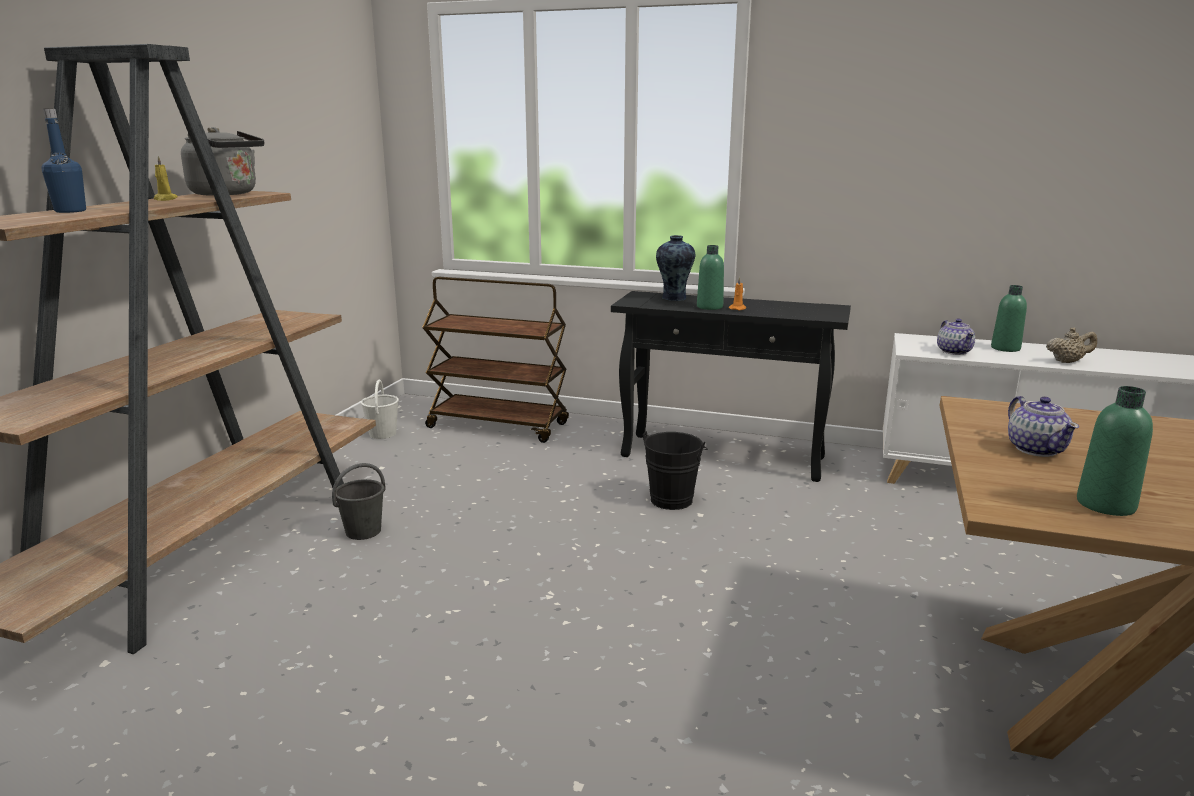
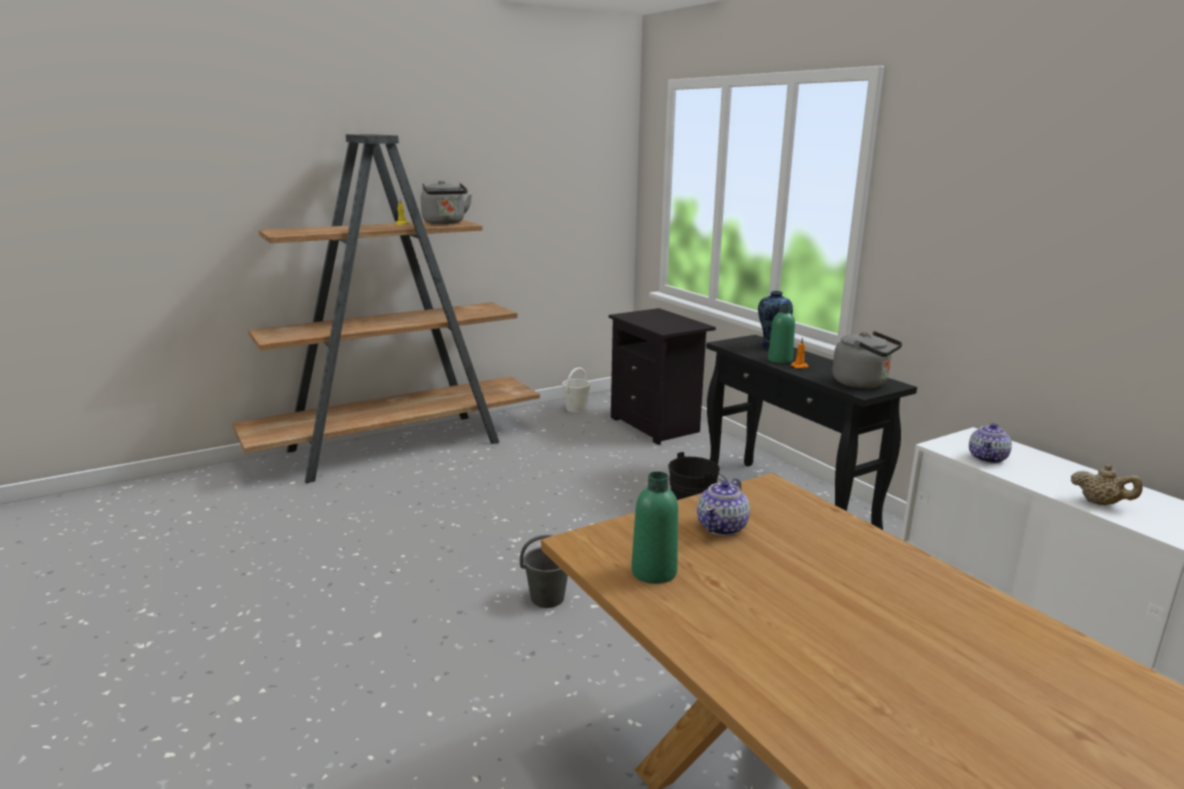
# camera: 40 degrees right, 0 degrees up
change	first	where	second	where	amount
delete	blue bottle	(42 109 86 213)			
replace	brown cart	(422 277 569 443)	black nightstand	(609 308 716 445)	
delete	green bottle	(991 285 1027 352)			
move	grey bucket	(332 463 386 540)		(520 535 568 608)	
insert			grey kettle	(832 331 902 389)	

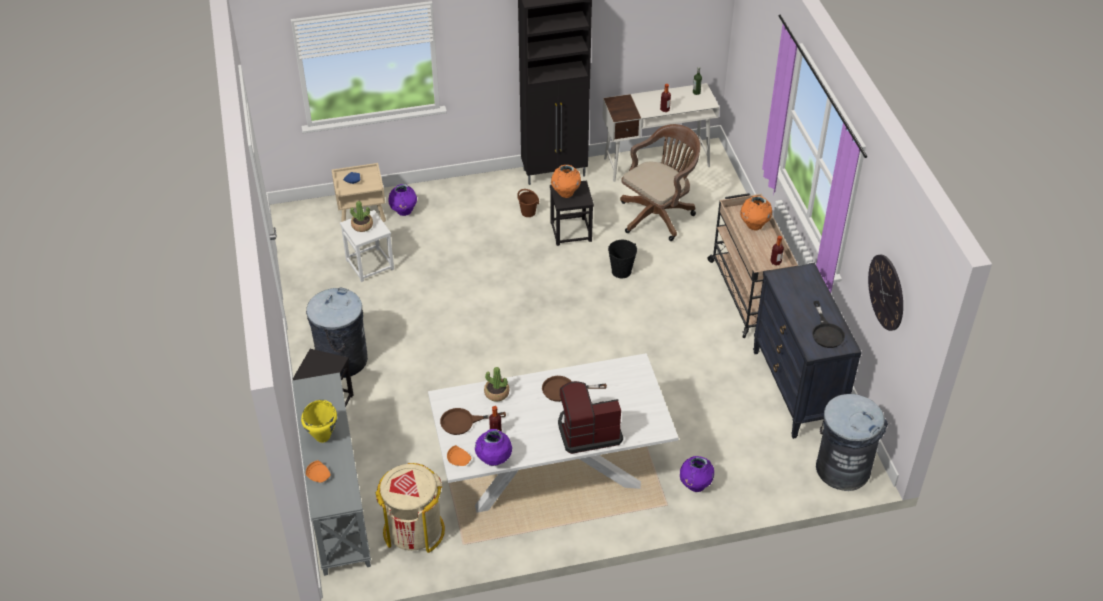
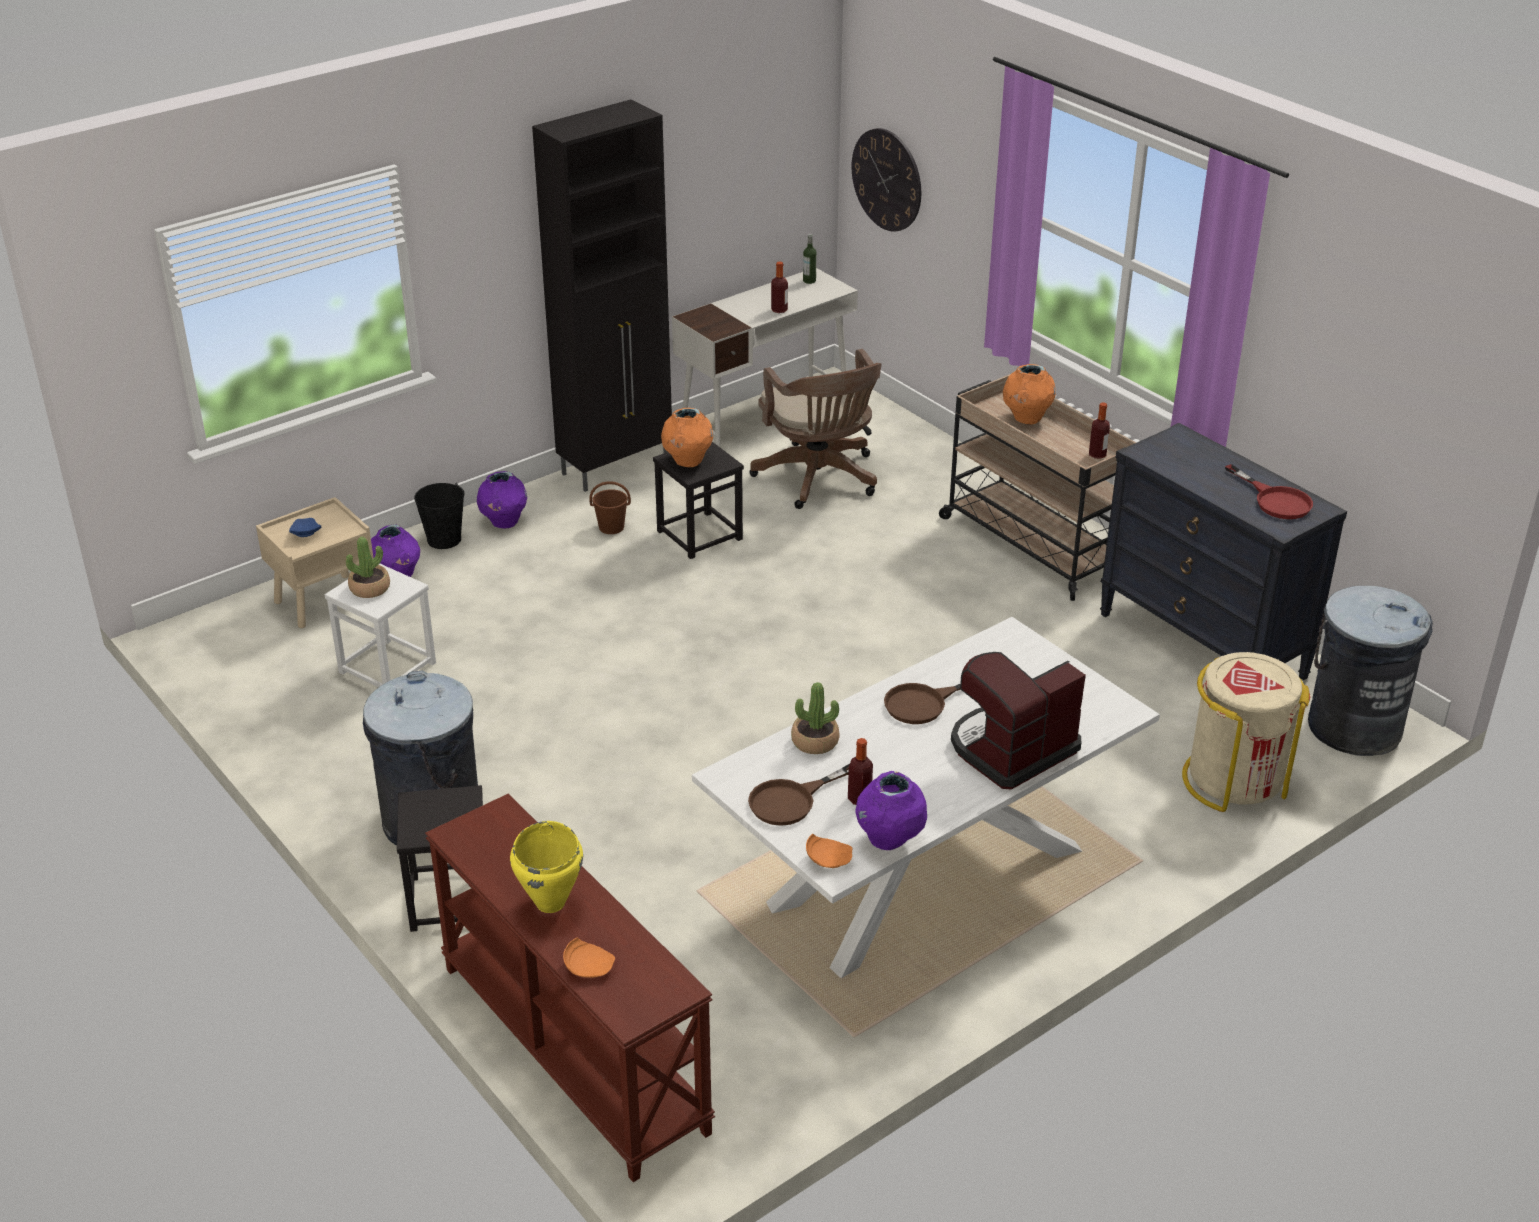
# camera: 25 degrees left, 10 degrees down
change	first	where	second	where	amount
rotate	brown office chair	(620 124 700 241)		(749 349 881 509)	135 degrees clockwise
move	black bucket	(608 240 637 278)		(414 483 464 549)	
move	wall clock	(868 255 903 331)		(852 128 921 232)	
recolor	black frying pan	(812 301 845 348)	red frying pan	(1225 464 1313 519)	
recolor	grey console table	(292 373 371 576)	brown console table	(425 794 715 1182)	
move	purple vase	(680 456 714 492)		(477 471 527 528)	
move	beige trash can	(375 463 445 553)		(1182 652 1310 812)	

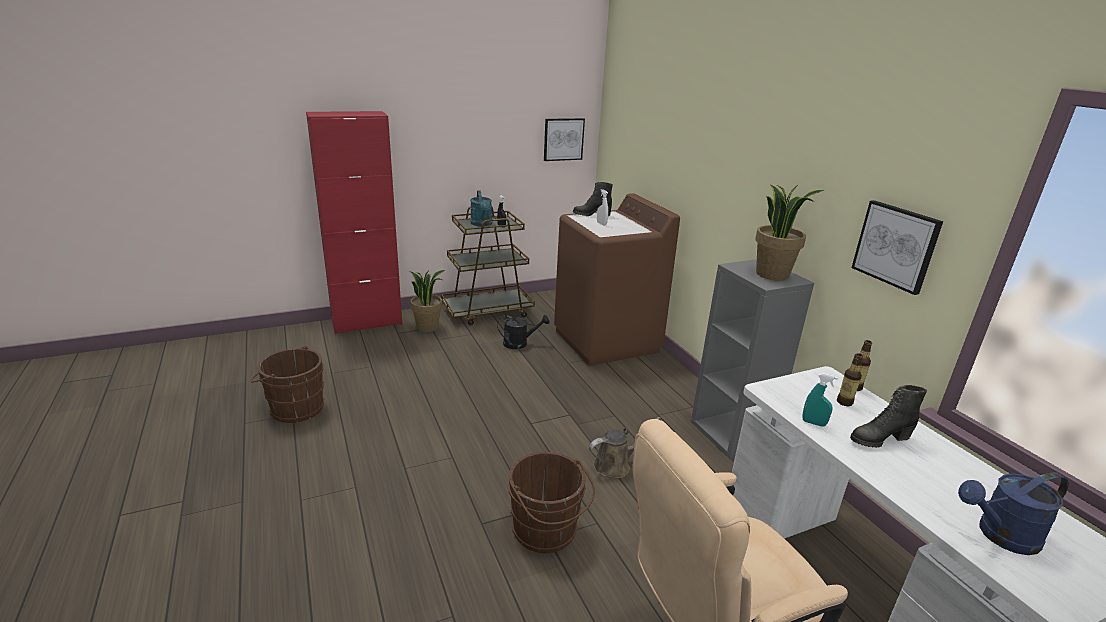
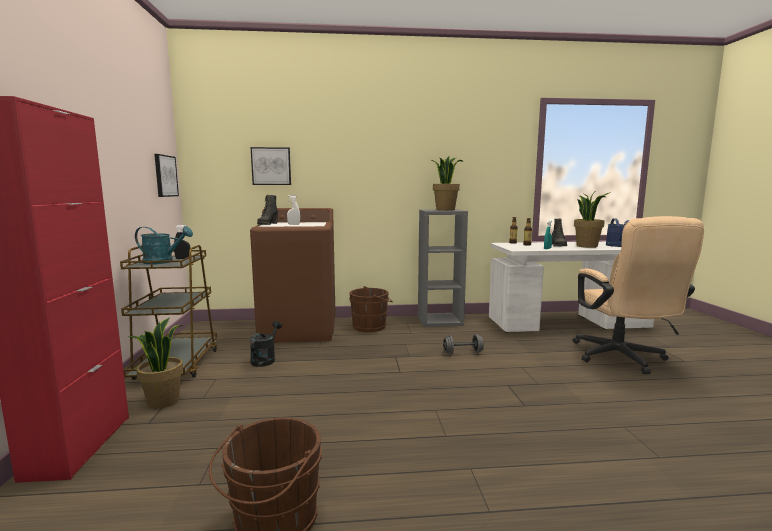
# camera: 70 degrees left, 15 degrees down
change	first	where	second	where	amount
move	picture	(851 200 943 295)		(251 147 291 185)	
replace	brown watering can	(589 417 661 478)	grey dumbbell	(443 334 484 355)	
move	brown bucket	(508 452 595 553)		(349 286 393 332)	
insert			potted plant	(574 192 611 248)	

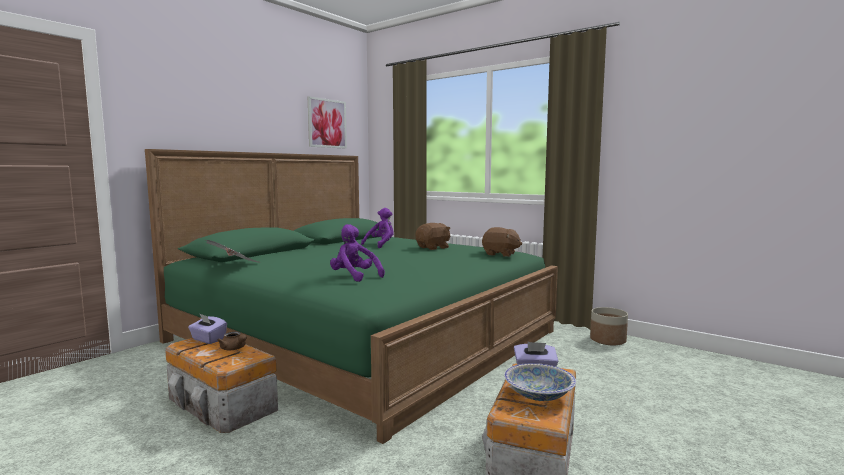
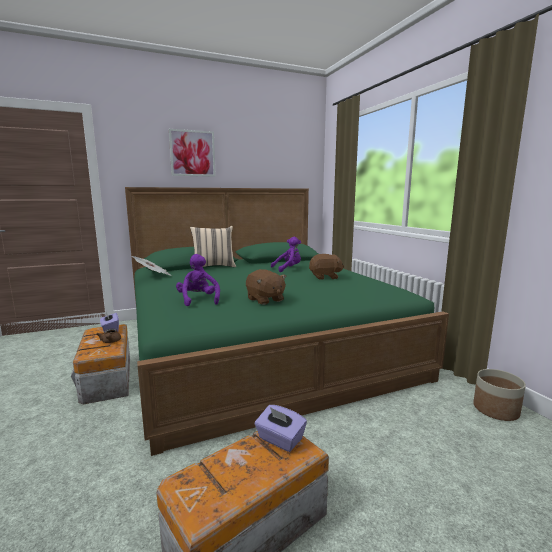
# camera: 30 degrees right, 5 degrees up
change	first	where	second	where	amount
move	picture	(308 96 347 149)		(169 129 216 177)	
move	brown plush toy	(482 227 522 257)		(246 269 286 305)	
delete	bowl	(504 363 576 401)			
insert			beige pillow	(190 226 236 270)	

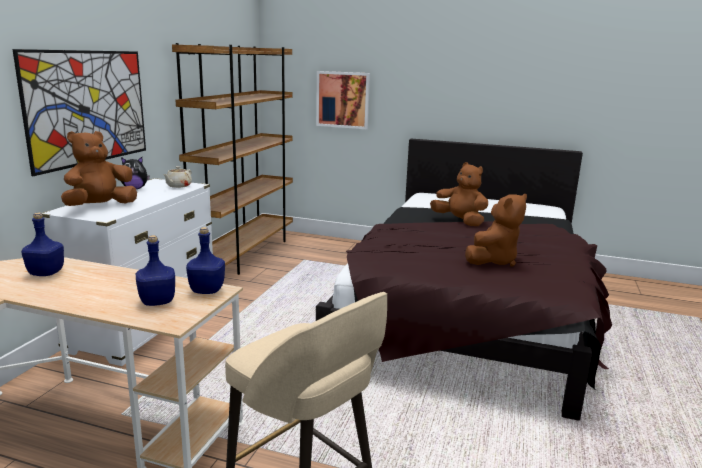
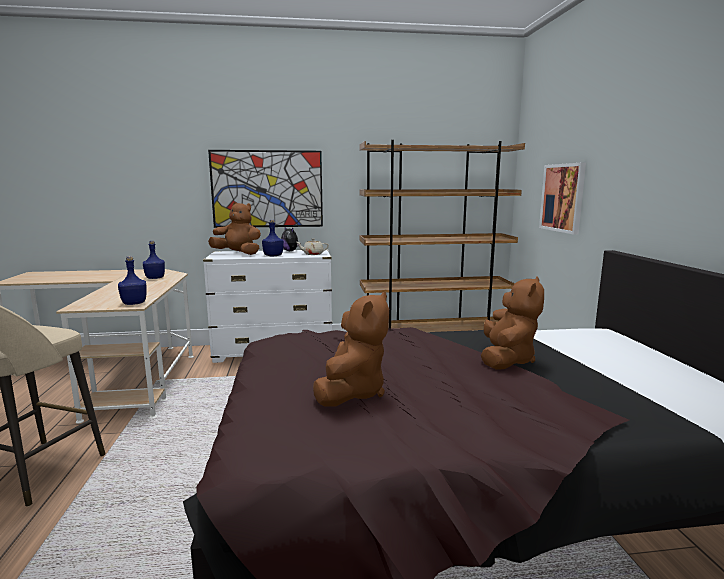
# camera: 65 degrees right, 5 degrees down
change	first	where	second	where	amount
rotate	brown plush toy	(465 194 527 267)		(313 292 389 407)	90 degrees counterclockwise
move	blue bottle	(136 235 175 306)		(262 220 284 256)	

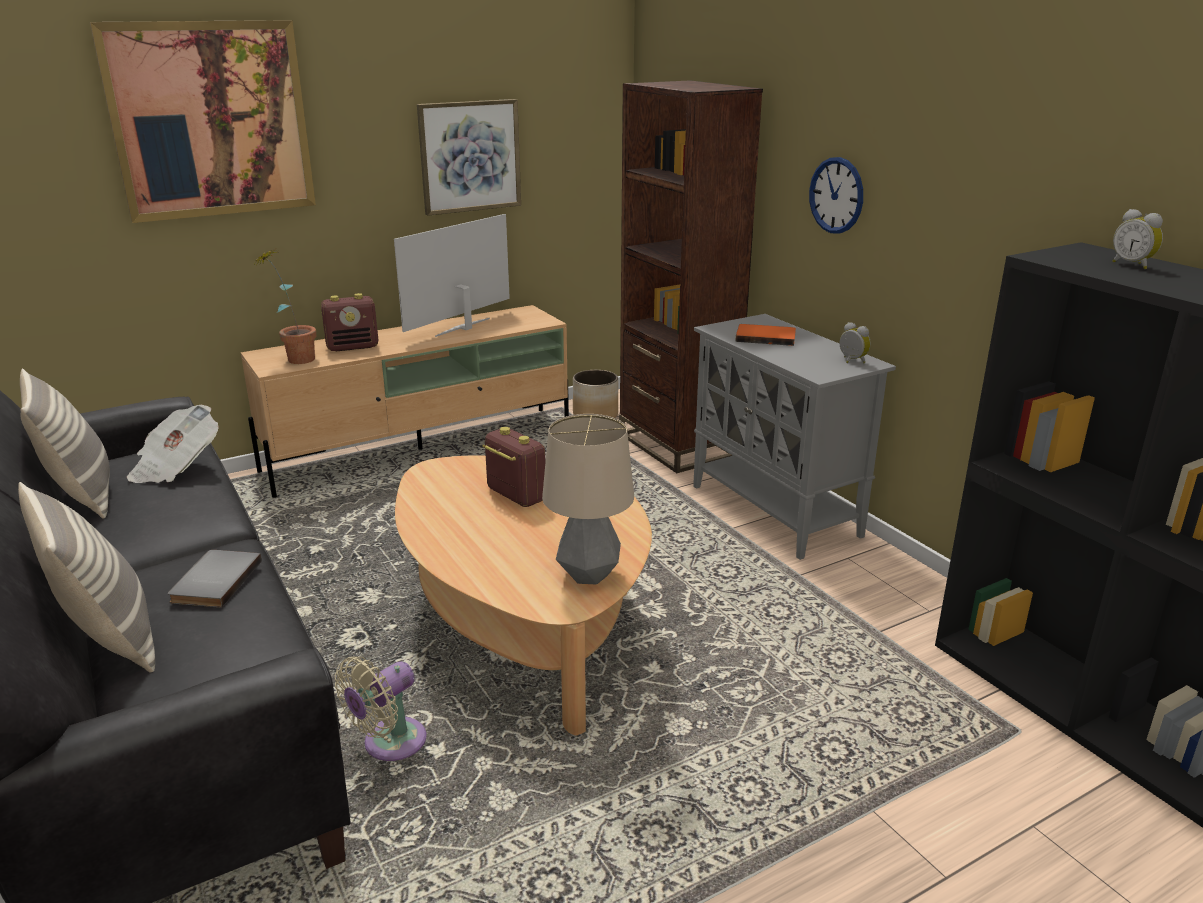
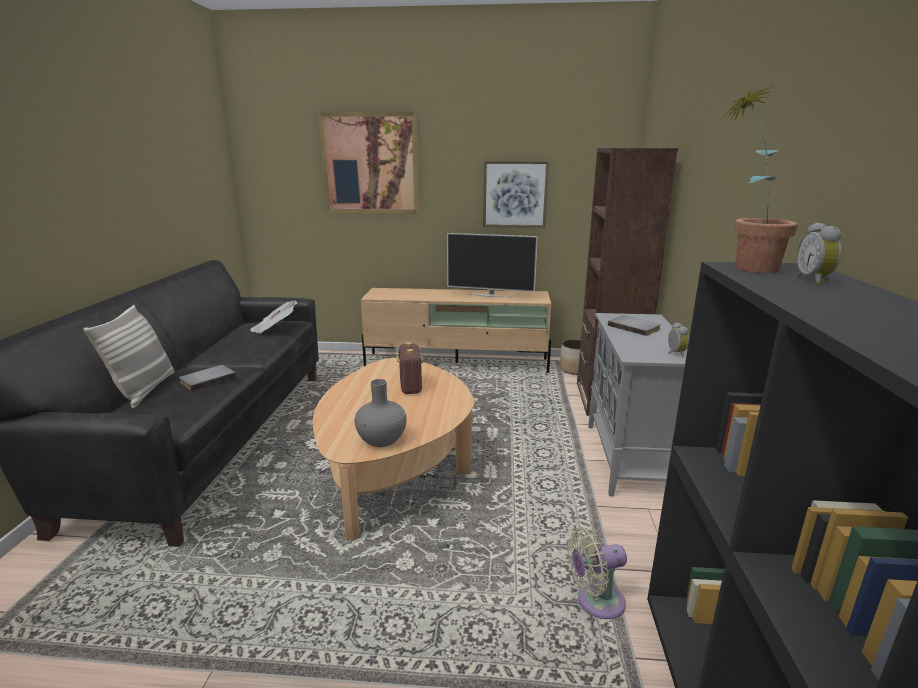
# camera: 35 degrees right, 5 degrees down
change	first	where	second	where	amount
delete	wall clock	(809 157 863 234)			
rotate	television	(394 214 510 337)		(447 233 538 297)	150 degrees counterclockwise
move	potted plant	(252 249 316 364)		(721 85 798 273)	
delete	radio	(321 293 378 352)			
recolor	orange book	(735 324 796 346)	grey book	(608 315 661 336)	
delete	pillow	(20 369 110 519)			
replace	table lamp	(542 414 634 584)	grey vase	(355 379 407 447)	
move	beige fan	(335 656 427 761)		(568 527 627 619)	

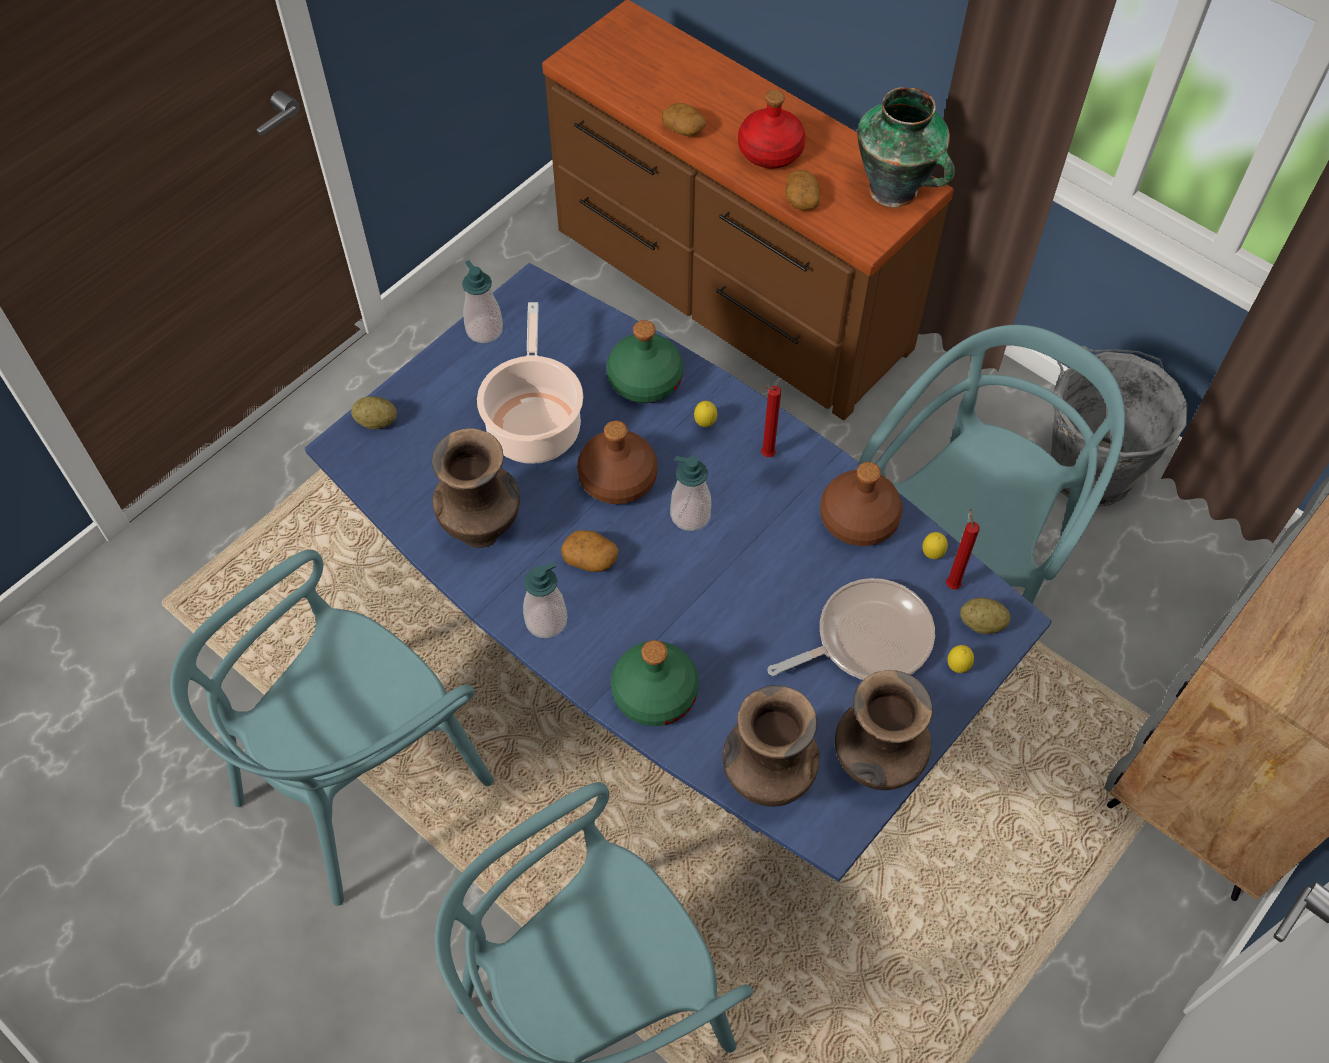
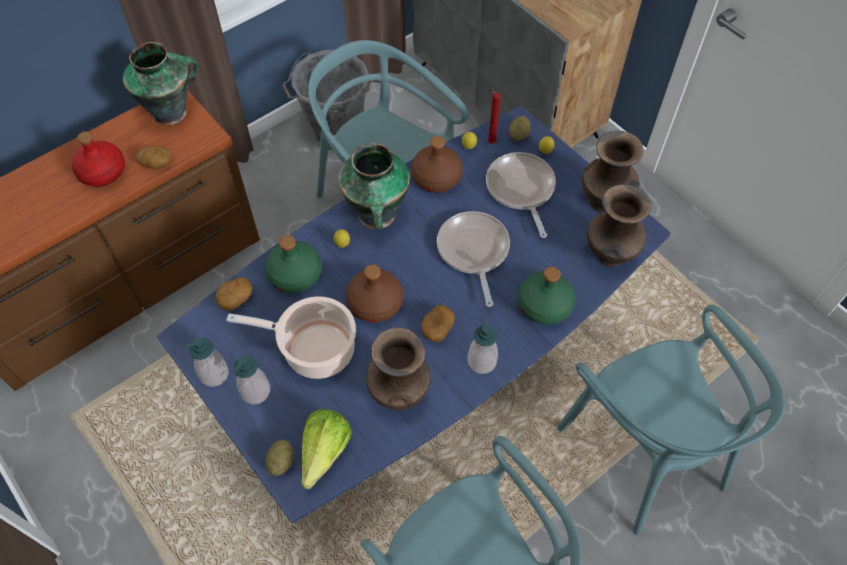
# camera: 80 degrees left, 0 degrees up
change	first	where	second	where	amount
move	potato	(662 103 706 136)		(215 277 252 311)	
replace	red candle	(761 386 781 457)	vase	(338 143 410 229)	
move	soap dispenser	(670 456 711 531)		(233 356 270 405)	
insert			frying pan	(437 211 510 307)	
insert			lettuce	(301 409 352 489)	

